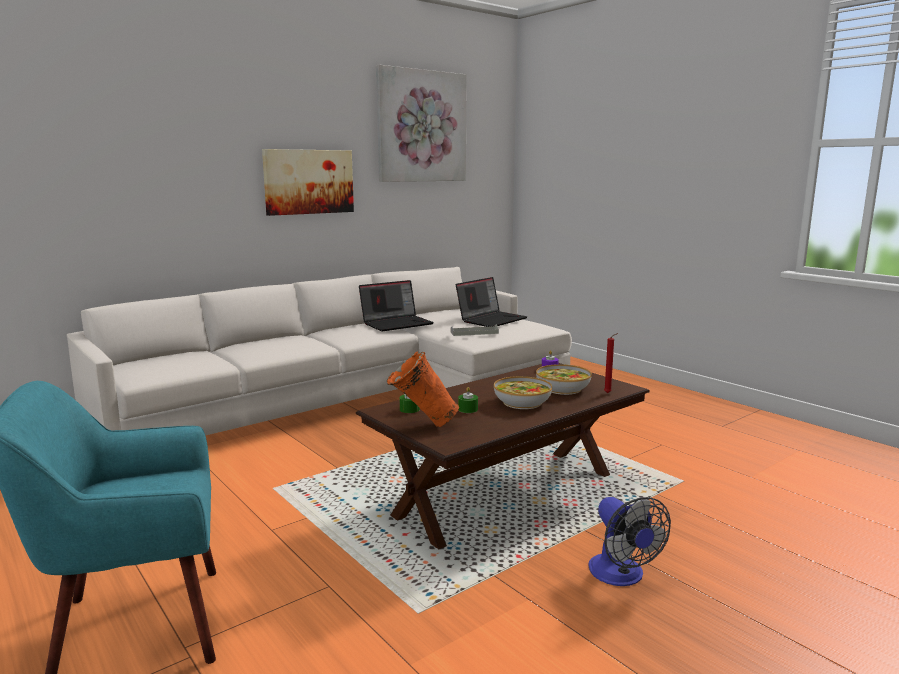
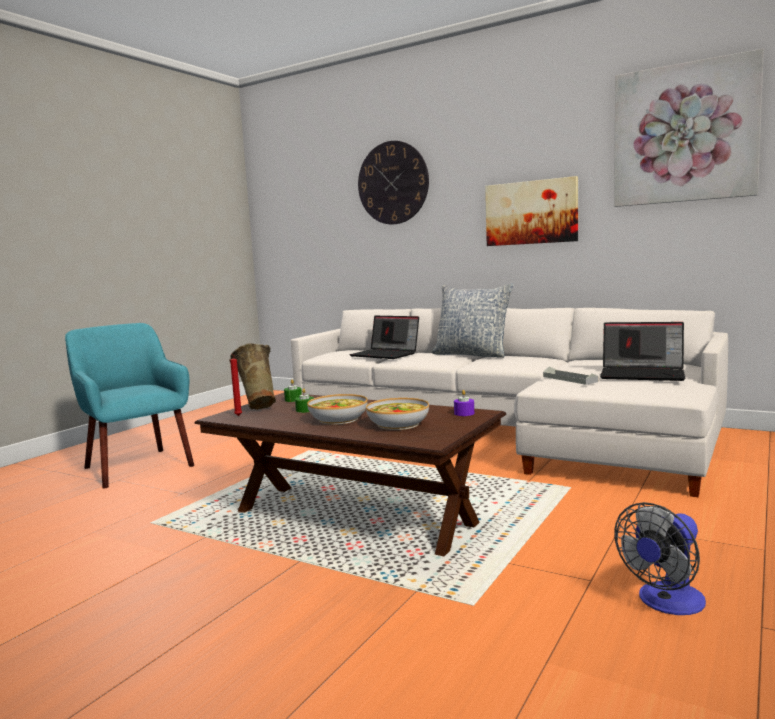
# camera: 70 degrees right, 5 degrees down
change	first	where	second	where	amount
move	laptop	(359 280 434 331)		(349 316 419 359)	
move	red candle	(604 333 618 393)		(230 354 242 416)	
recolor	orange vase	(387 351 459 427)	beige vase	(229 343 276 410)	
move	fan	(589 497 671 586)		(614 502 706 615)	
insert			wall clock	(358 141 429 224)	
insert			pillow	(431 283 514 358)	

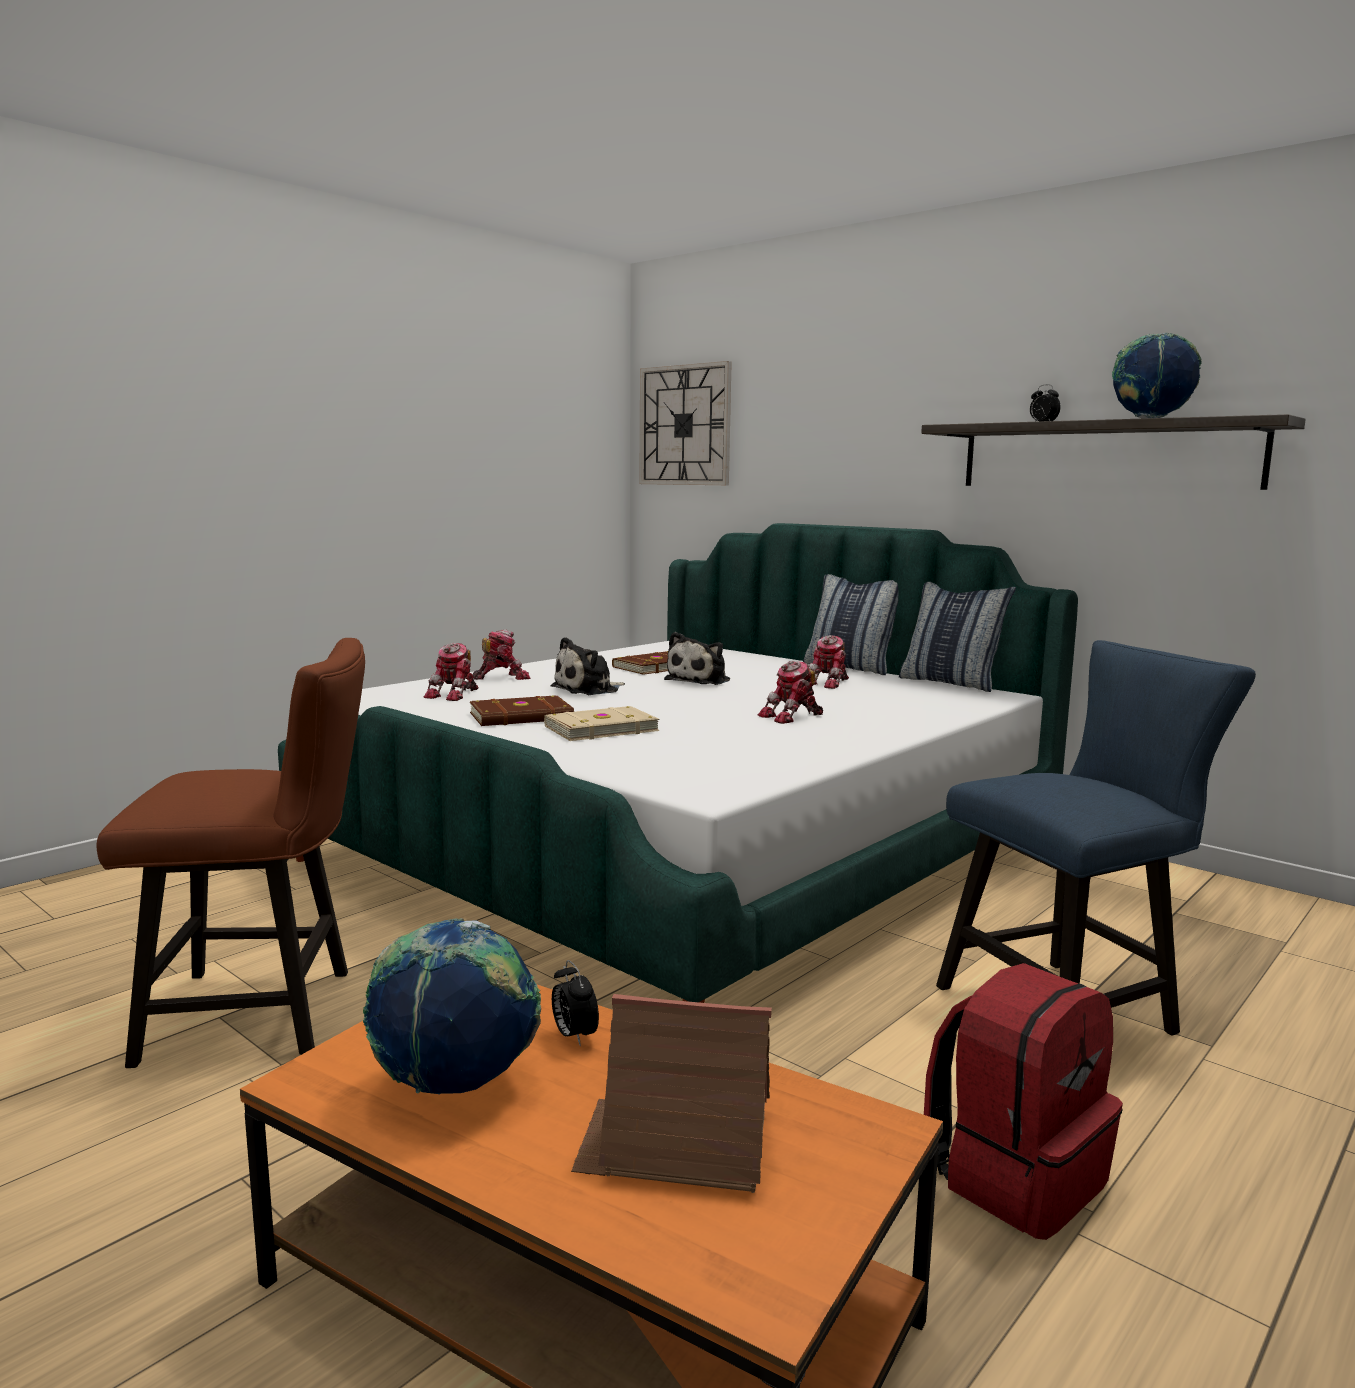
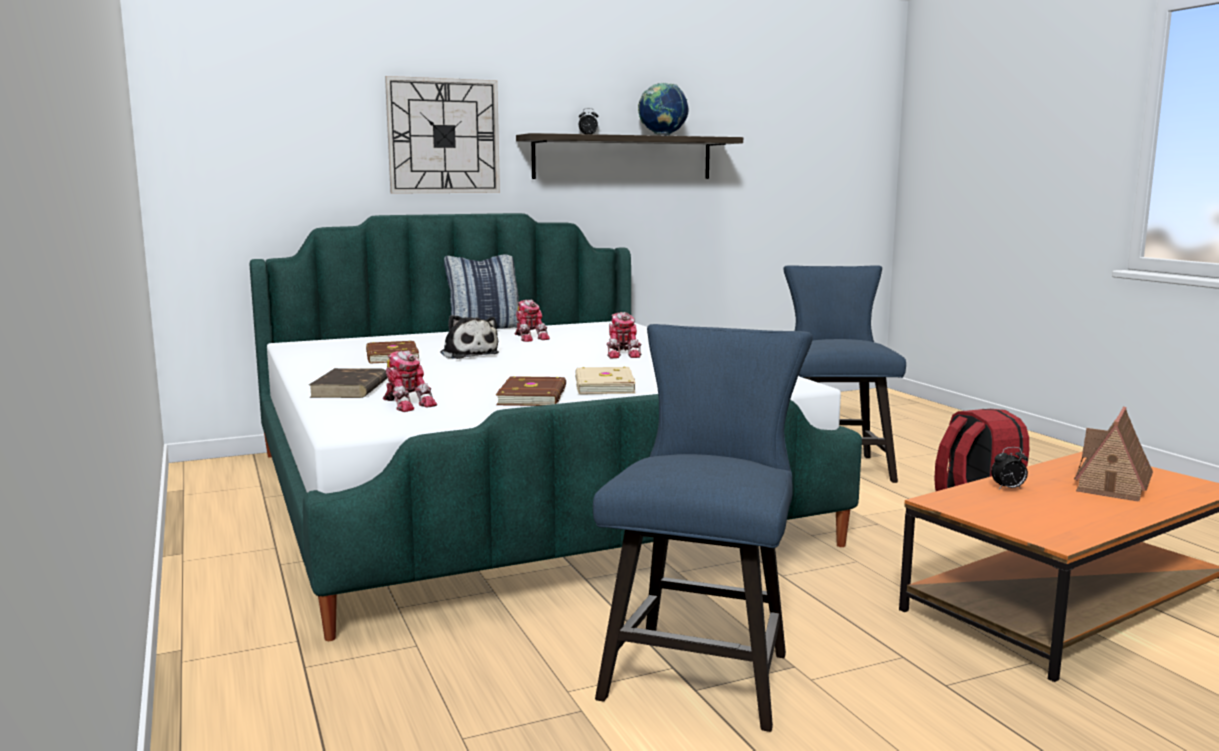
# camera: 65 degrees left, 0 degrees up
change	first	where	second	where	amount
move	wall clock	(639 361 732 485)		(385 76 500 194)	
delete	pillow	(899 582 1016 692)			
replace	toy robot	(472 629 530 680)	brown book	(309 368 387 398)	
delete	plush toy	(551 637 625 695)			
recolor	brown chair	(96 638 365 1068)	blue chair	(593 324 813 732)	
delete	globe	(363 918 541 1095)			

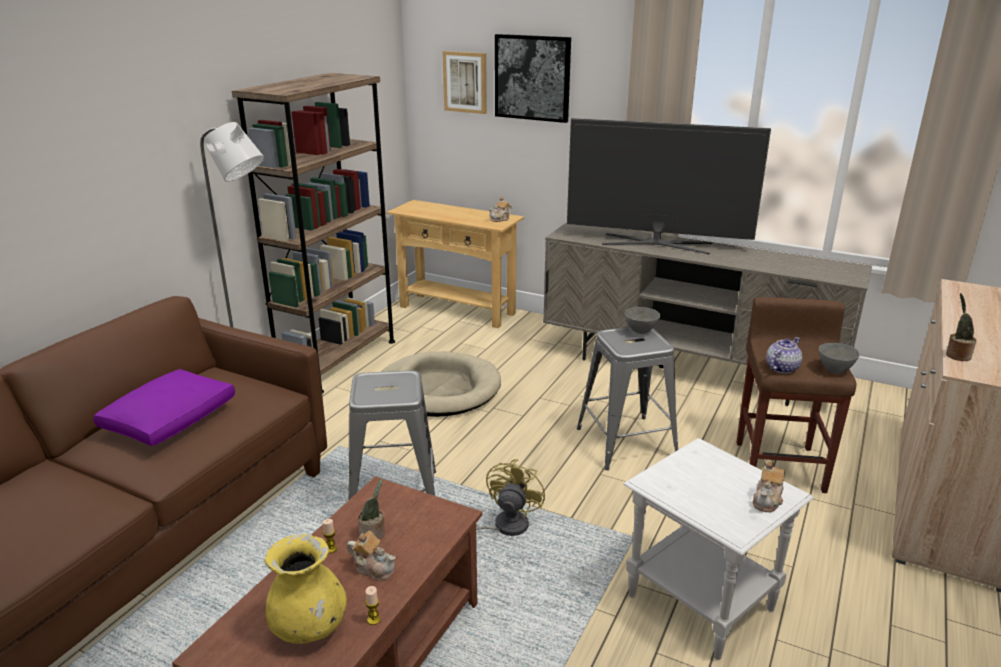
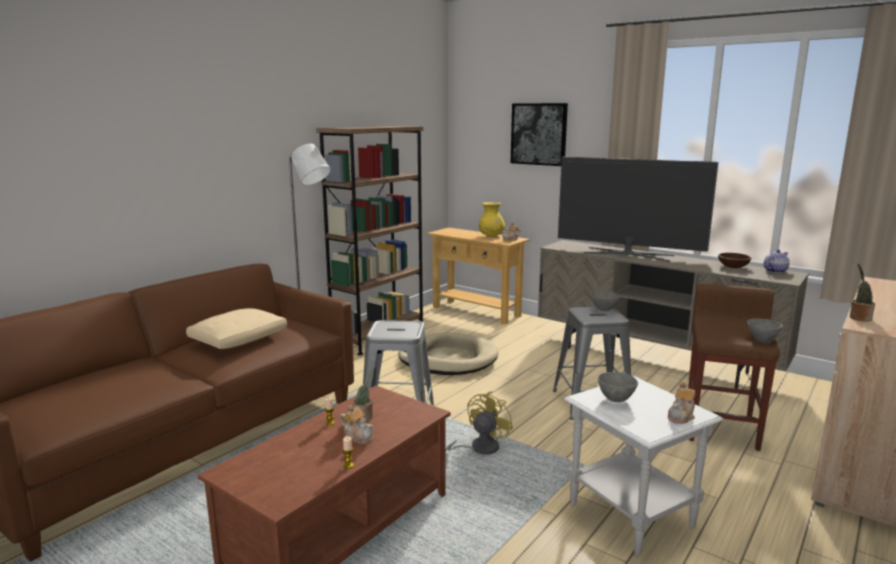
# camera: 10 degrees right, 10 degrees down
change	first	where	second	where	amount
delete	picture	(442 51 487 114)			
move	teapot	(766 337 802 373)		(764 249 790 273)	
recolor	purple pillow	(93 369 235 446)	beige pillow	(186 308 287 349)	
move	yellow vase	(265 534 347 644)		(479 202 505 236)	
insert			brown bowl	(718 253 752 268)	
insert			grey bowl	(598 372 638 402)	

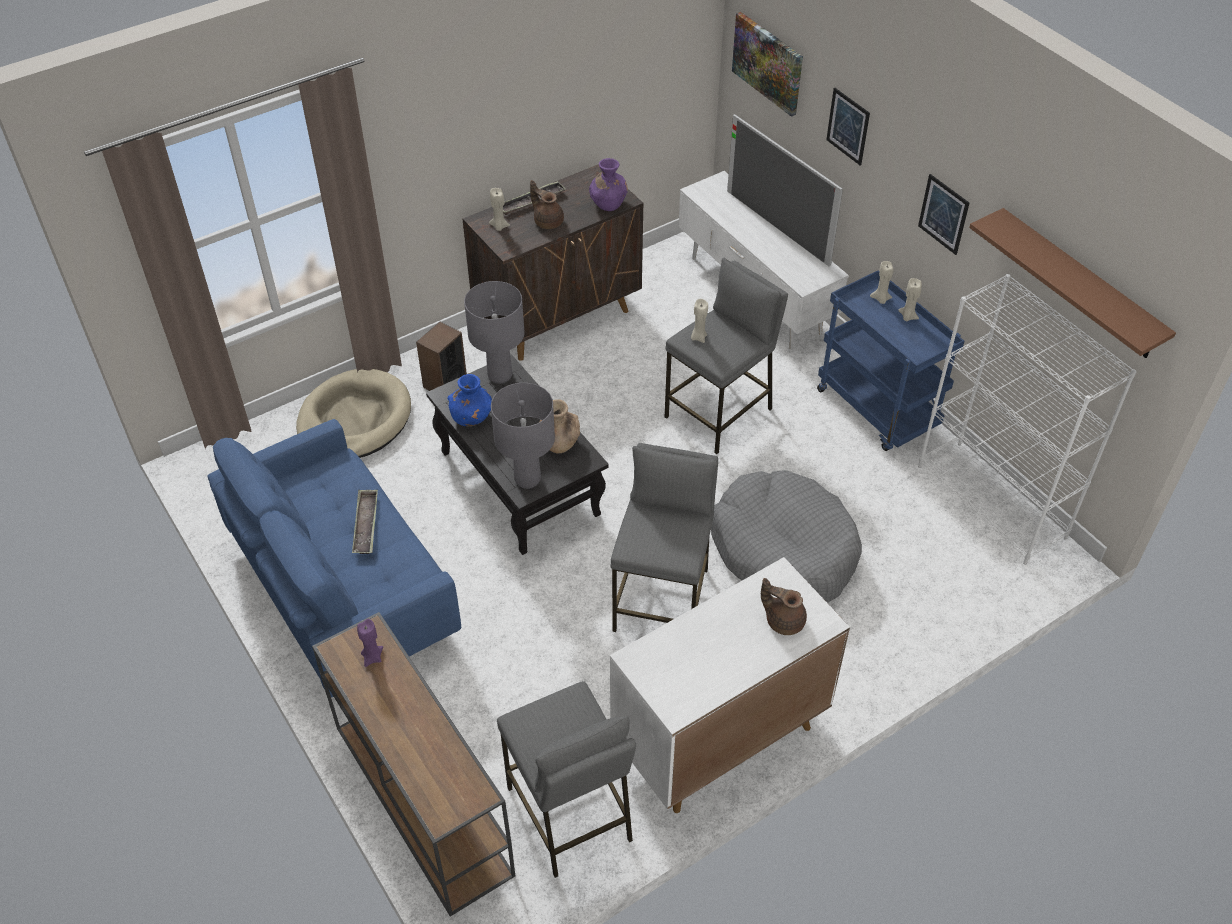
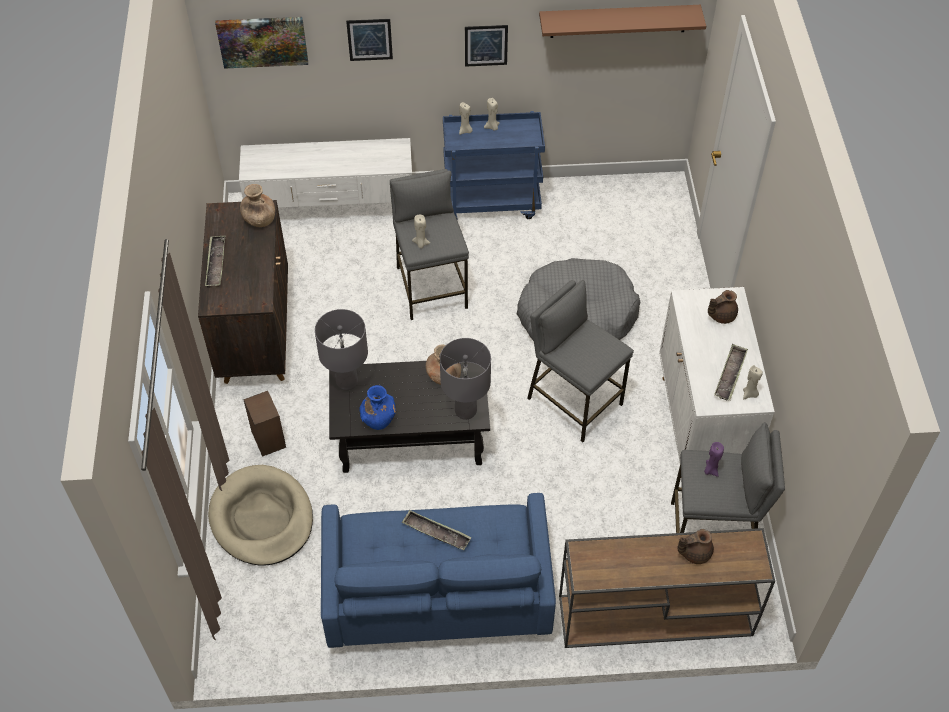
# camera: 60 degrees left, 5 degrees up
change	first	where	second	where	amount
delete	television	(727 114 843 266)			
recolor	purple vase	(589 158 628 211)	brown vase	(240 184 275 227)	
move	brown teapot	(530 180 564 229)		(677 529 714 564)	
move	beige candle	(489 188 510 231)		(743 365 763 399)	
delete	white bookcase	(918 274 1136 565)			
move	purple candle	(357 619 383 667)		(704 442 724 477)	
insert			tray	(714 344 748 401)	

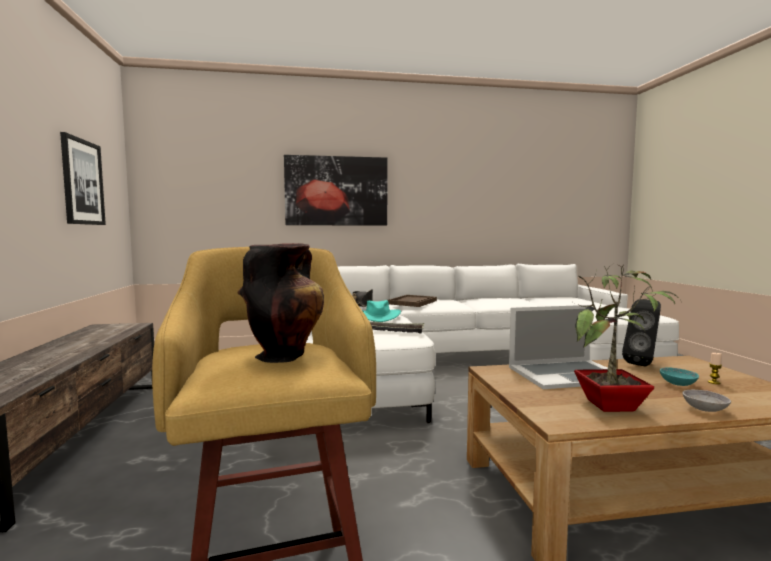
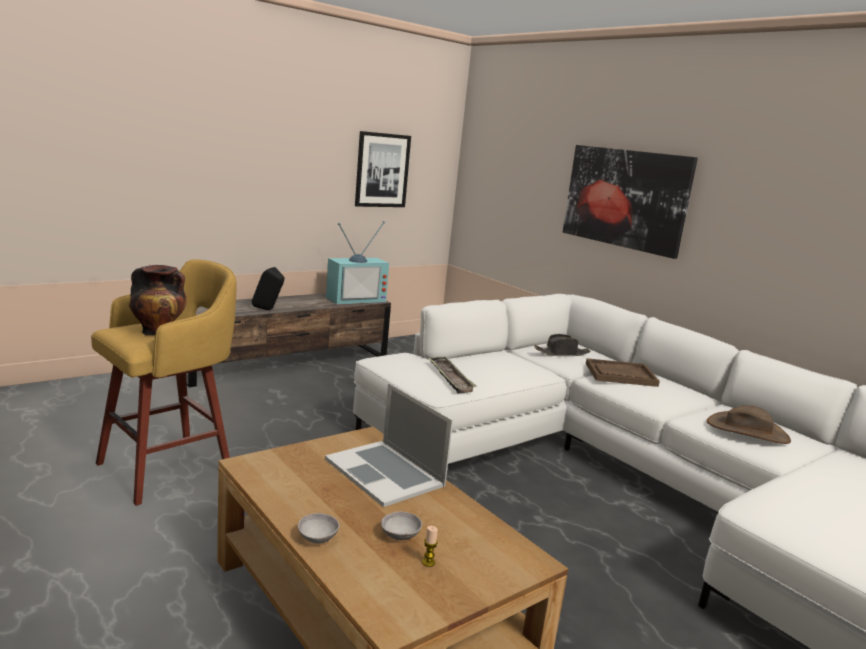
# camera: 60 degrees right, 10 degrees up
change	first	where	second	where	amount
delete	potted plant	(571 263 682 412)			
move	black speaker	(622 299 661 367)		(251 267 285 310)	
delete	turquoise hat	(362 300 401 322)			
recolor	turquoise bowl	(660 367 699 386)	grey bowl	(381 511 422 540)	
insert			television	(326 221 389 305)	
insert			brown hat	(707 405 791 444)	

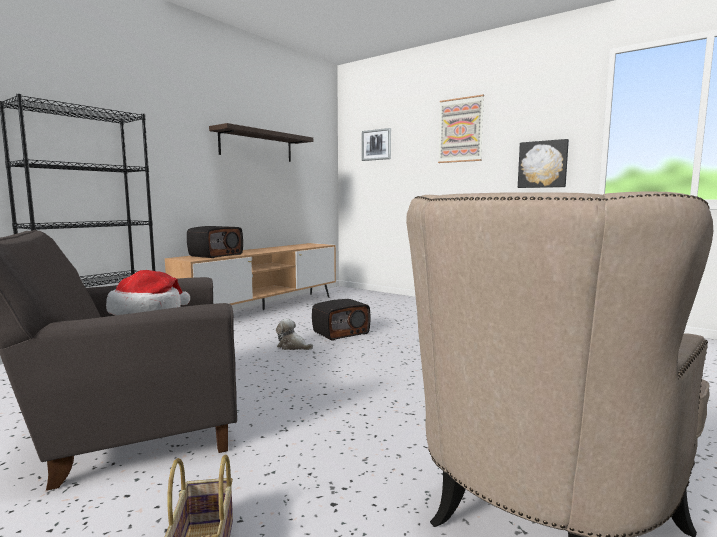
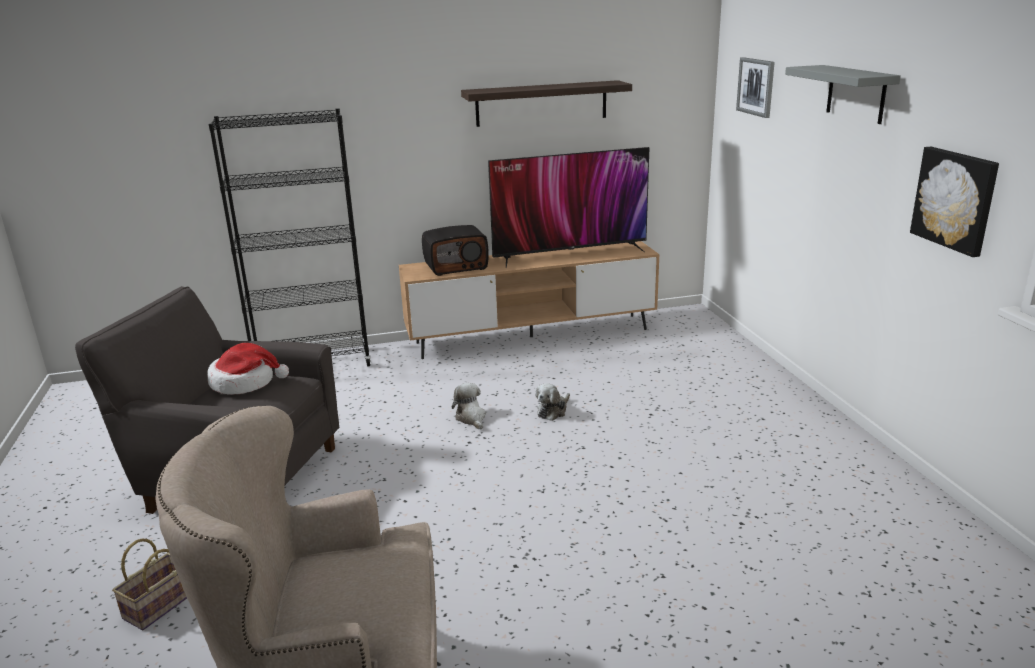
# camera: 40 degrees right, 15 degrees up
change	first	where	second	where	amount
replace	picture	(438 95 484 163)	grey shelf	(785 65 901 124)	
replace	radio	(312 299 371 341)	plush toy	(535 383 570 421)	
insert			television	(488 147 650 268)	

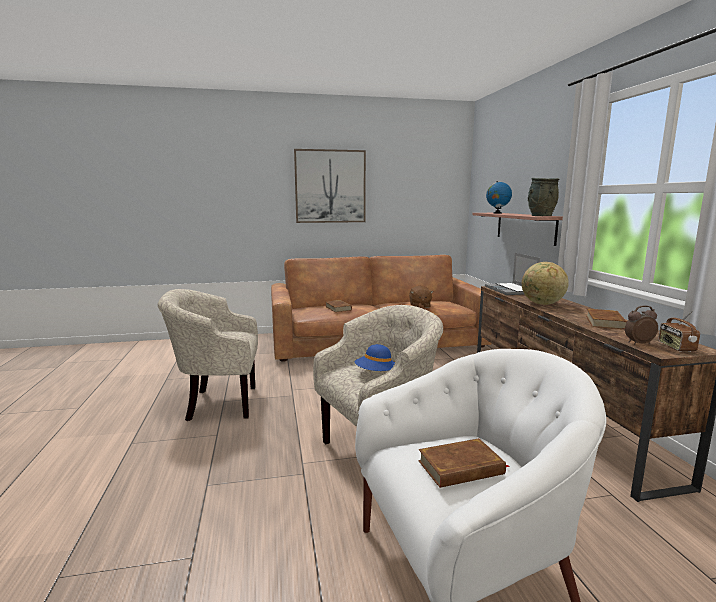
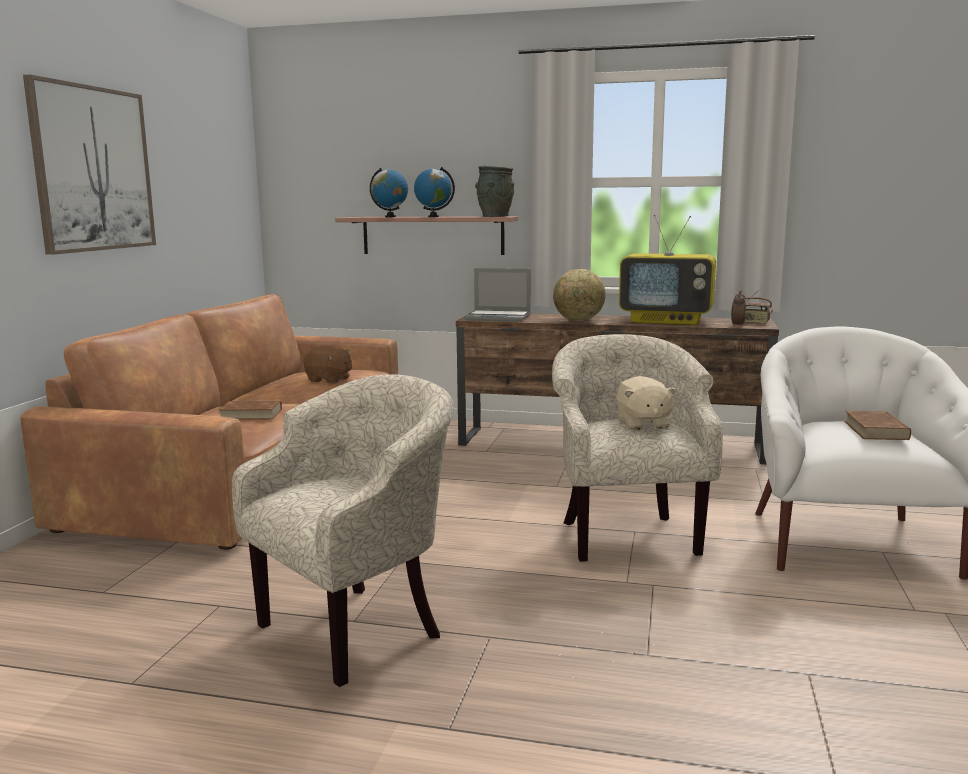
# camera: 65 degrees left, 0 degrees up
change	first	where	second	where	amount
rotate	beige armchair	(158 289 258 421)		(232 374 454 687)	150 degrees counterclockwise
replace	brown book	(586 309 627 329)	television	(619 215 716 325)	
replace	blue hat	(355 344 395 371)	beige plush toy	(616 376 677 430)	
insert			globe	(414 167 455 217)	

